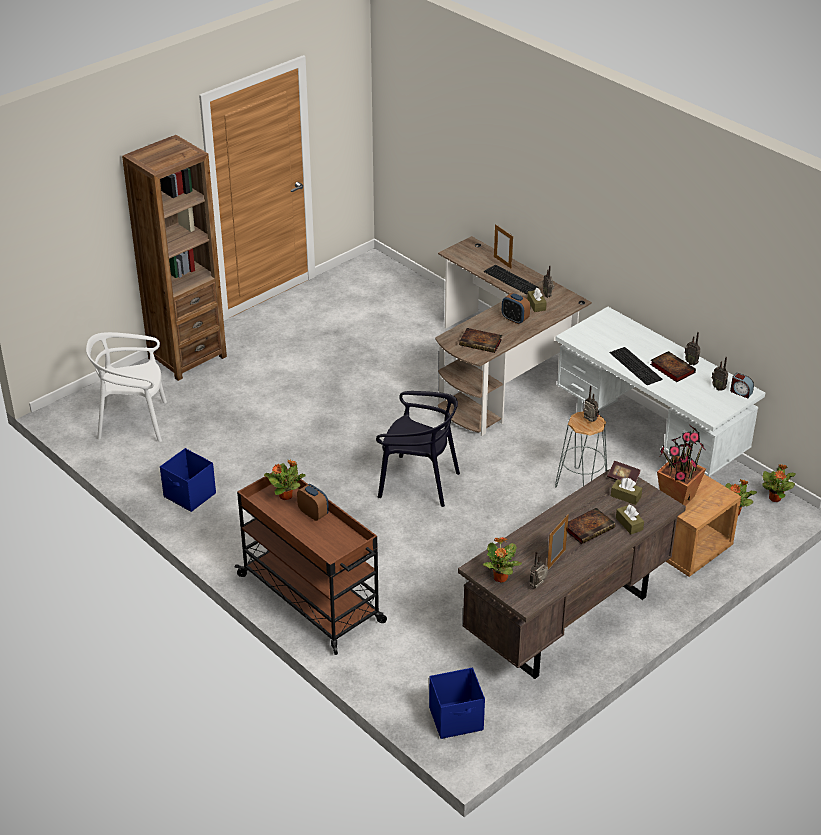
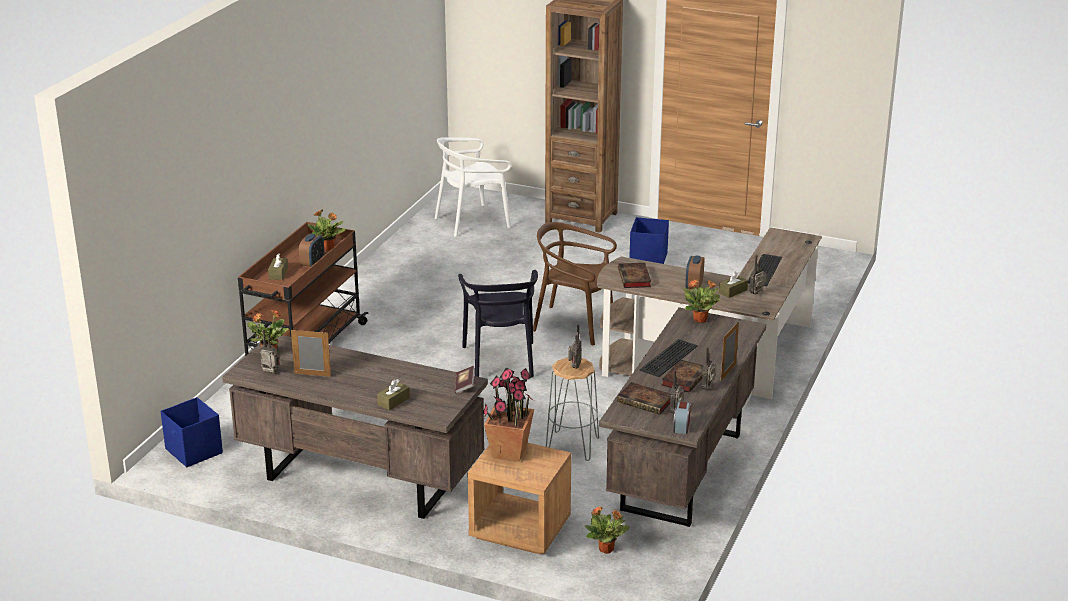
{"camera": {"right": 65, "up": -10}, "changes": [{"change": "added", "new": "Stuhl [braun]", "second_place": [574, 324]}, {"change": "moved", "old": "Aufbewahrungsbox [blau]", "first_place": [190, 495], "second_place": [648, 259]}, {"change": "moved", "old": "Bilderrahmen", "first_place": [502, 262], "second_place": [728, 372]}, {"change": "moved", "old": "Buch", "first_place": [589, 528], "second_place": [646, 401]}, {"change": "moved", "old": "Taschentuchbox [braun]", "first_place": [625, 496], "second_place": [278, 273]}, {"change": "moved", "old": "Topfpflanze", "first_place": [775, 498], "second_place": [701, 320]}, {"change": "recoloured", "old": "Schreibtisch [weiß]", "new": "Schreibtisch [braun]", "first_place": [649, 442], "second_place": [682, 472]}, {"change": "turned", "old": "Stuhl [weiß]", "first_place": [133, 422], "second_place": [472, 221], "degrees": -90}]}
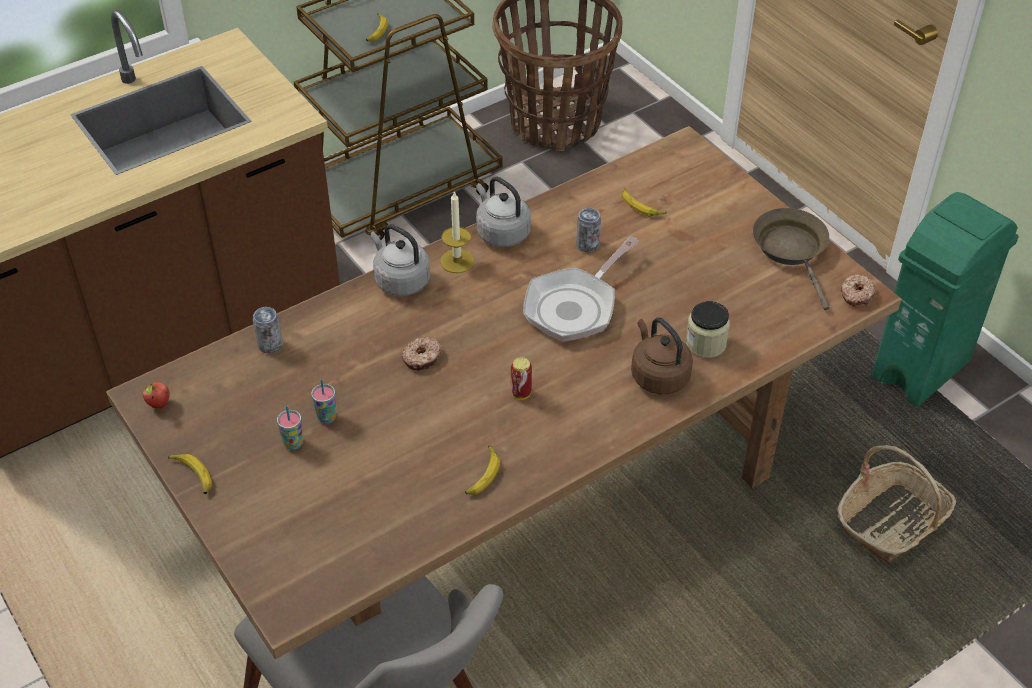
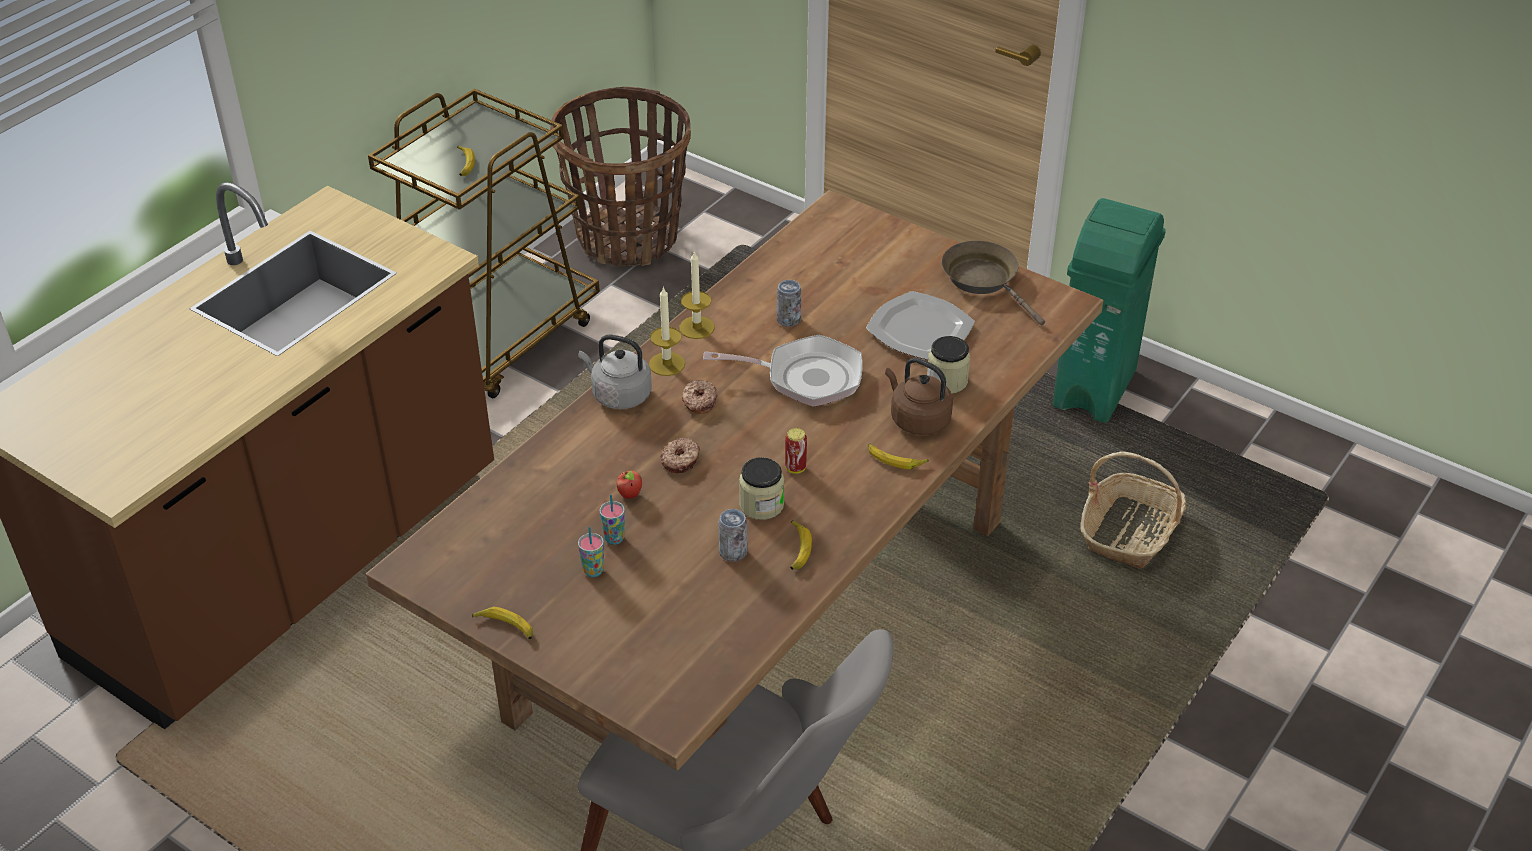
{"camera": {"right": -20, "up": -5}, "changes": [{"change": "added", "new": "Vorratsglas", "second_place": [761, 505]}, {"change": "added", "new": "Teller", "second_place": [919, 328]}, {"change": "moved", "old": "Apfel", "first_place": [159, 405], "second_place": [630, 495]}, {"change": "moved", "old": "Dose", "first_place": [270, 345], "second_place": [733, 552]}, {"change": "moved", "old": "Banane", "first_place": [641, 206], "second_place": [895, 460]}, {"change": "moved", "old": "Donut", "first_place": [856, 295], "second_place": [699, 402]}, {"change": "replaced", "old": "Wasserkessel [grau]", "new": "Kerze", "first_place": [501, 232], "second_place": [697, 327]}, {"change": "turned", "old": "Pfanne", "first_place": [575, 306], "second_place": [805, 378], "degrees": -105}]}
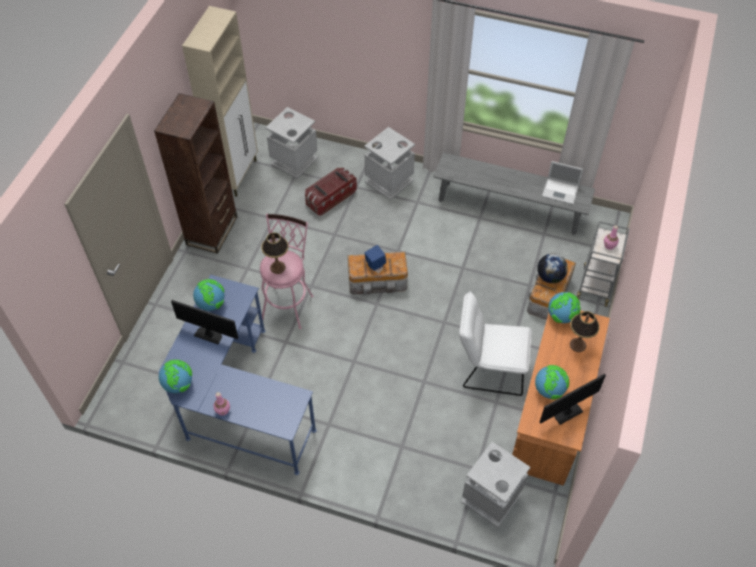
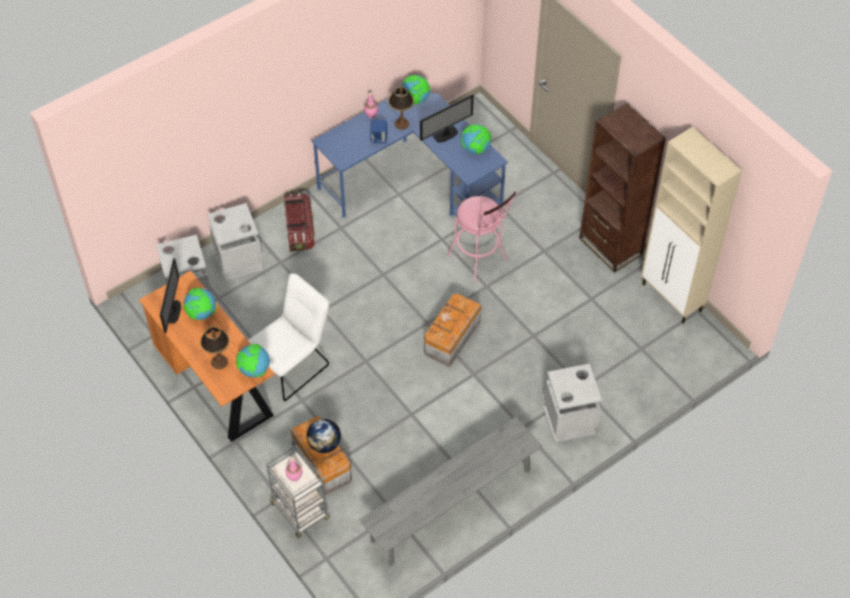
{"camera": {"right": 125, "up": 0}, "changes": [{"change": "removed", "old": "Laptop", "first_place": [561, 191]}, {"change": "moved", "old": "Tischlampe", "first_place": [278, 267], "second_place": [401, 124]}, {"change": "moved", "old": "Mülleimer [grau]", "first_place": [294, 161], "second_place": [238, 260]}, {"change": "moved", "old": "Aufbewahrungsbox", "first_place": [330, 198], "second_place": [299, 230]}, {"change": "moved", "old": "Lautsprecher [blau]", "first_place": [375, 264], "second_place": [379, 138]}]}
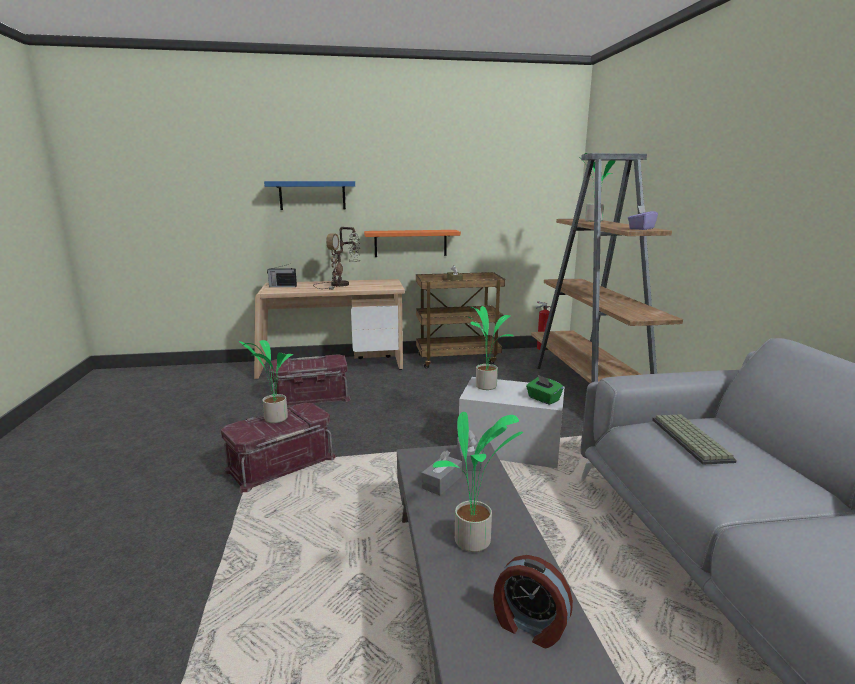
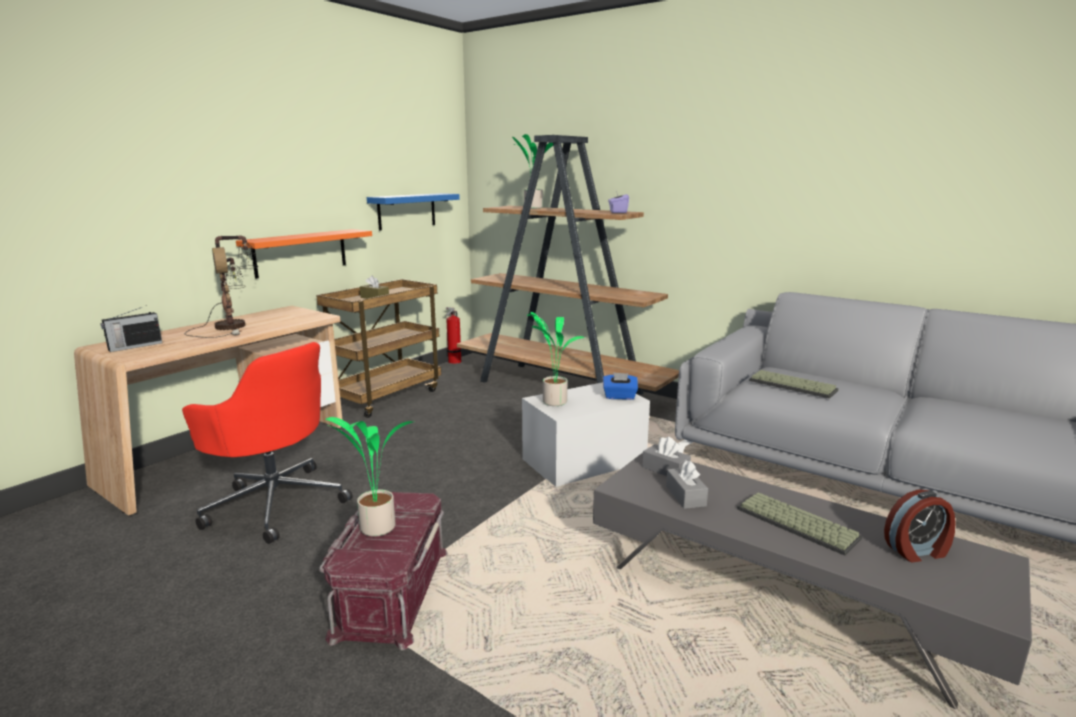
{"camera": {"right": -45, "up": 0}, "changes": [{"change": "moved", "old": "Wandregal [blau]", "first_place": [312, 195], "second_place": [406, 211]}, {"change": "replaced", "old": "Aufbewahrungsbox [rot]", "new": "Bürostuhl [rot]", "first_place": [310, 397], "second_place": [275, 503]}, {"change": "replaced", "old": "Topfpflanze", "new": "Tastatur", "first_place": [474, 542], "second_place": [794, 524]}, {"change": "recoloured", "old": "Taschentuchbox [grün]", "new": "Taschentuchbox [blau]", "first_place": [543, 399], "second_place": [619, 397]}]}
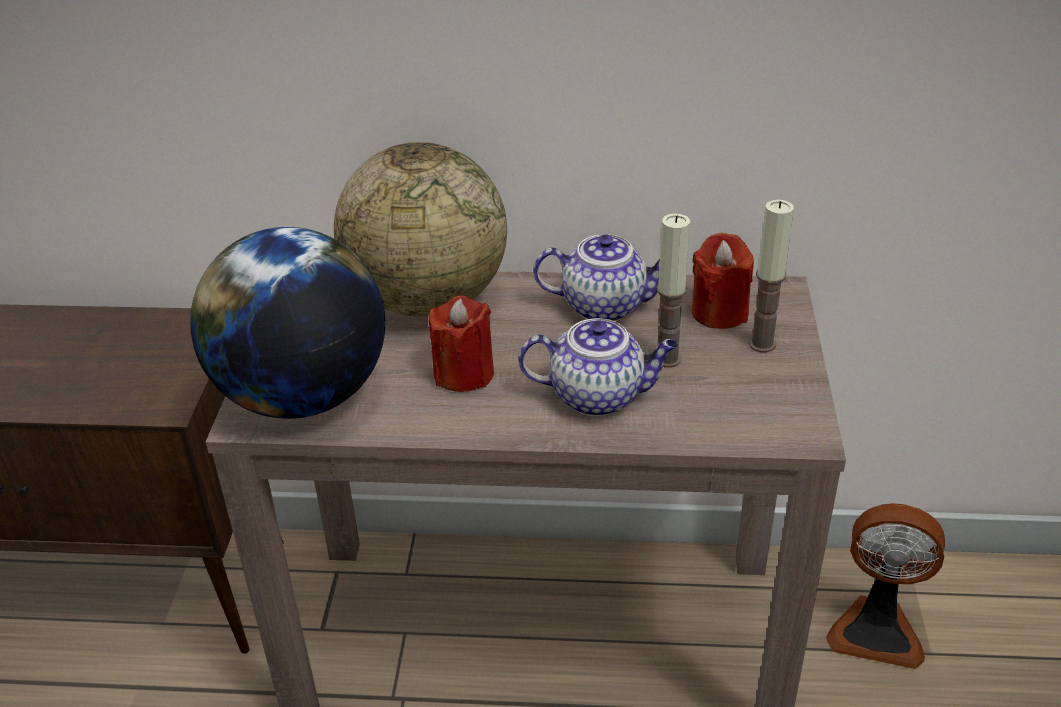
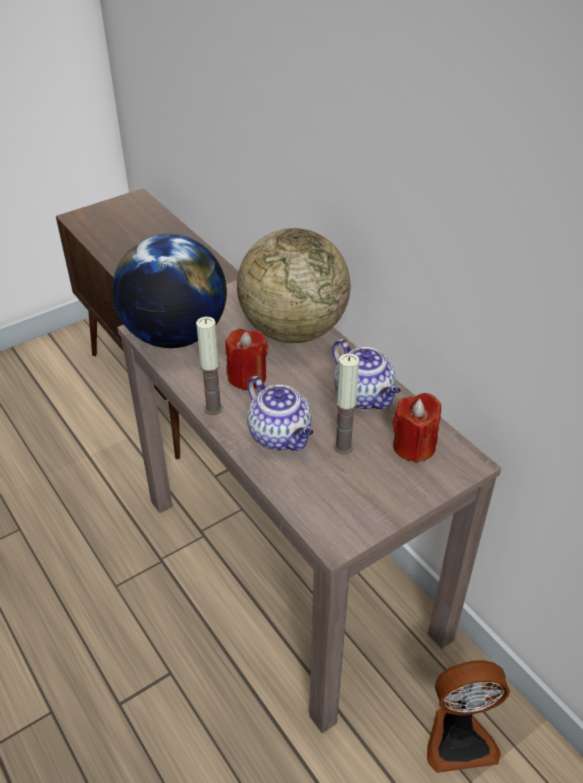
{"camera": {"right": 50, "up": 5}, "changes": [{"change": "moved", "old": "Kerze", "first_place": [762, 344], "second_place": [213, 408]}, {"change": "turned", "old": "Ventilator", "first_place": [876, 630], "second_place": [458, 737], "degrees": -75}]}
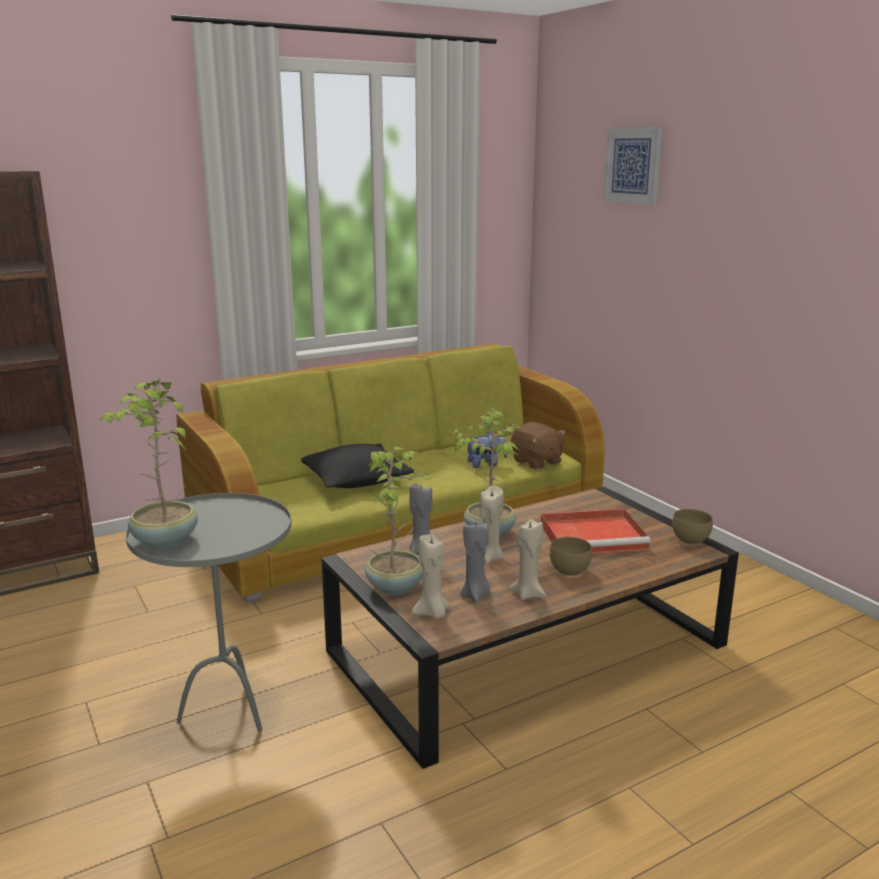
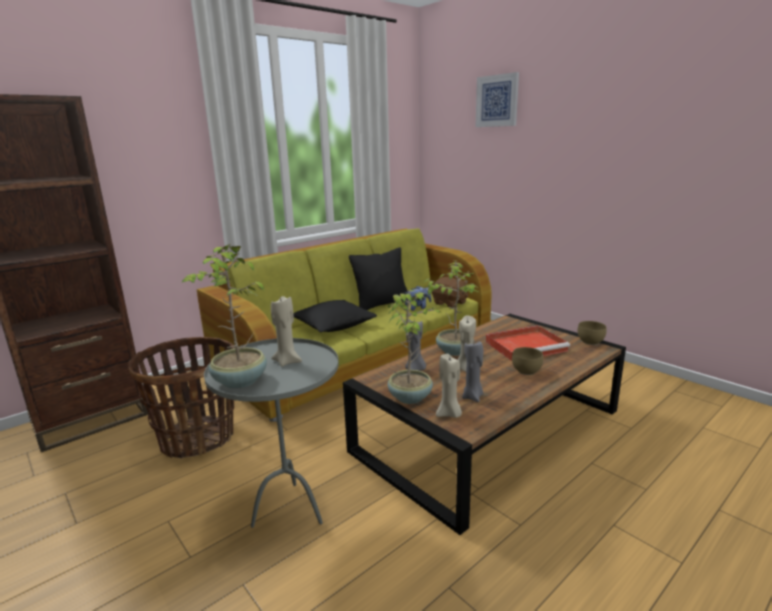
{"camera": {"right": -10, "up": 0}, "changes": [{"change": "added", "new": "Korb", "second_place": [197, 438]}, {"change": "added", "new": "Kissen [schwarz]", "second_place": [381, 304]}, {"change": "moved", "old": "Kerze [beige]", "first_place": [527, 594], "second_place": [287, 361]}]}
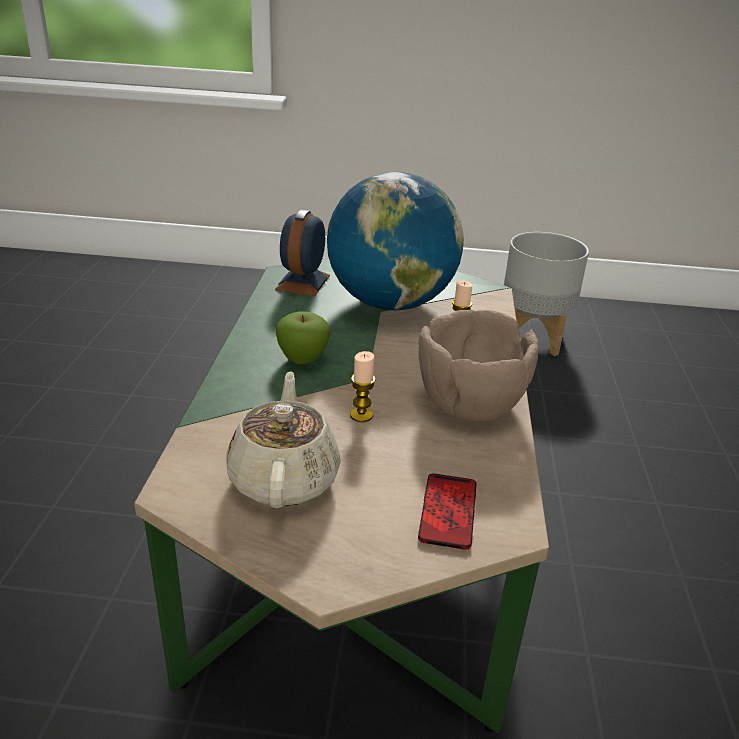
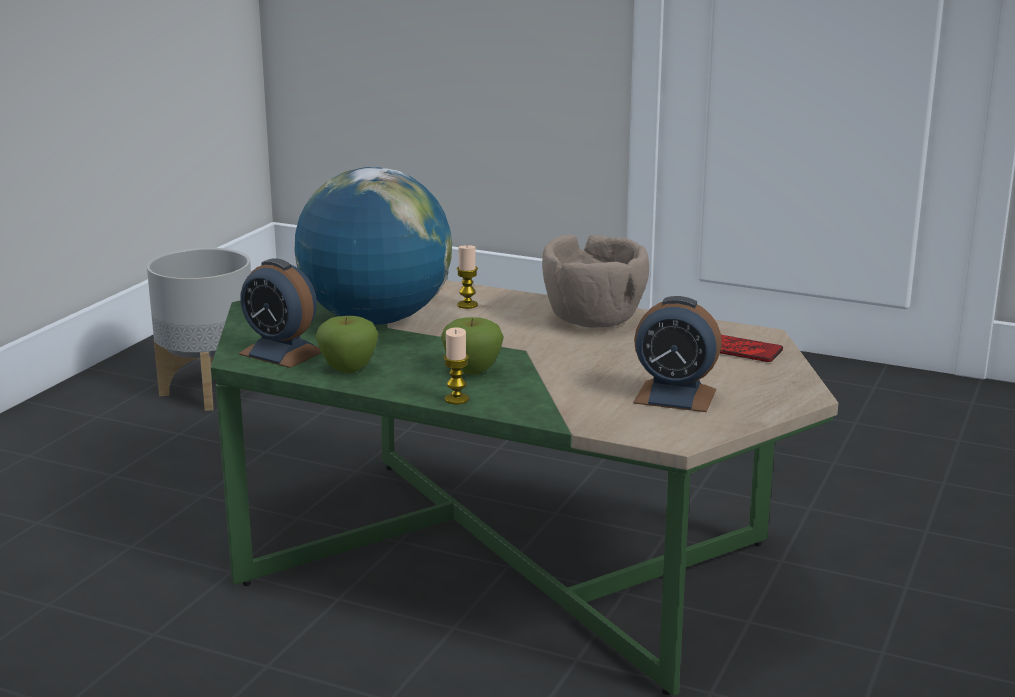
{"camera": {"right": -70, "up": -10}, "changes": [{"change": "added", "new": "Apfel", "second_place": [348, 369]}, {"change": "moved", "old": "Kerze", "first_place": [361, 415], "second_place": [456, 399]}, {"change": "replaced", "old": "Teekanne [beige]", "new": "Wecker", "first_place": [284, 478], "second_place": [675, 396]}]}
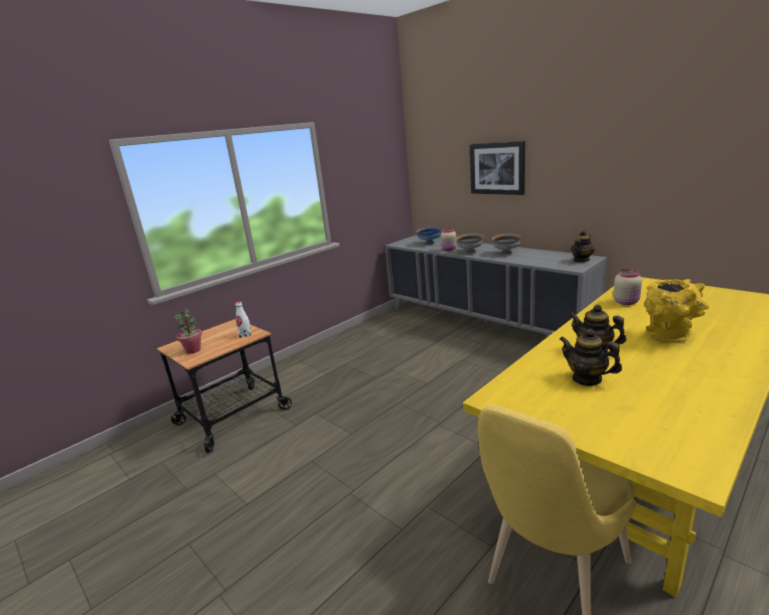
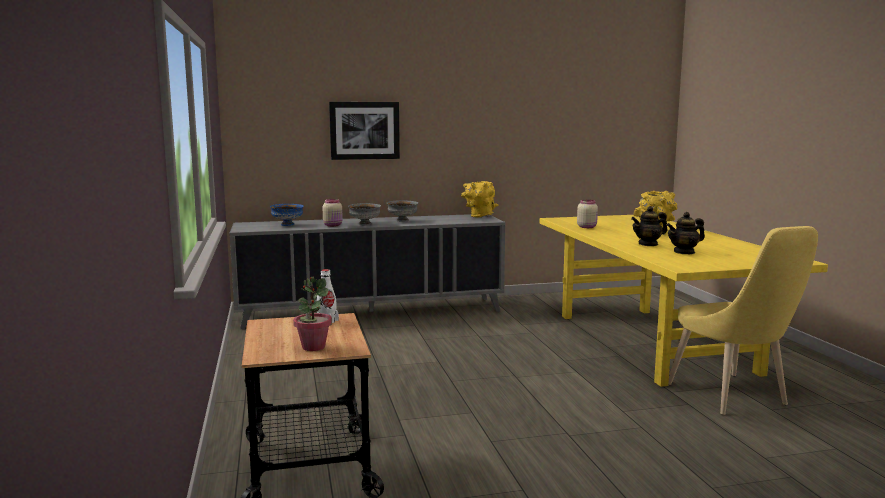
{"camera": {"right": -60, "up": -10}, "changes": [{"change": "replaced", "old": "Teekanne", "new": "Vase [gelb]", "first_place": [581, 260], "second_place": [478, 217]}]}
